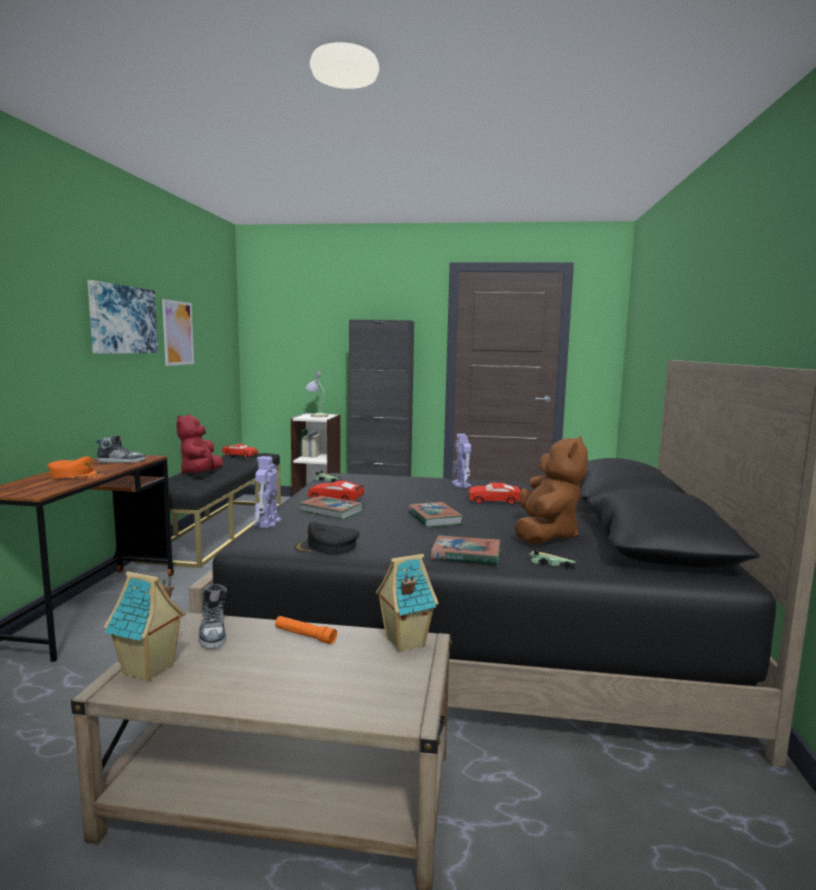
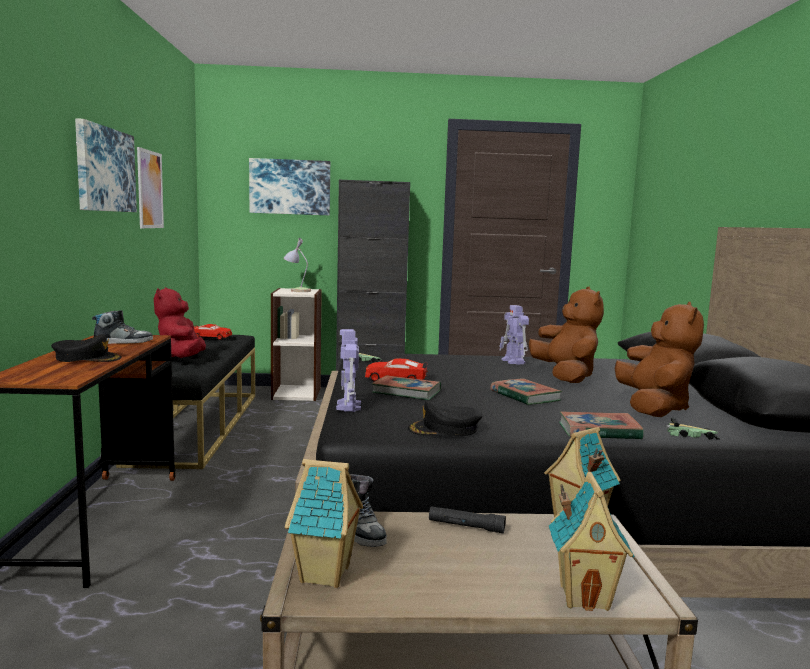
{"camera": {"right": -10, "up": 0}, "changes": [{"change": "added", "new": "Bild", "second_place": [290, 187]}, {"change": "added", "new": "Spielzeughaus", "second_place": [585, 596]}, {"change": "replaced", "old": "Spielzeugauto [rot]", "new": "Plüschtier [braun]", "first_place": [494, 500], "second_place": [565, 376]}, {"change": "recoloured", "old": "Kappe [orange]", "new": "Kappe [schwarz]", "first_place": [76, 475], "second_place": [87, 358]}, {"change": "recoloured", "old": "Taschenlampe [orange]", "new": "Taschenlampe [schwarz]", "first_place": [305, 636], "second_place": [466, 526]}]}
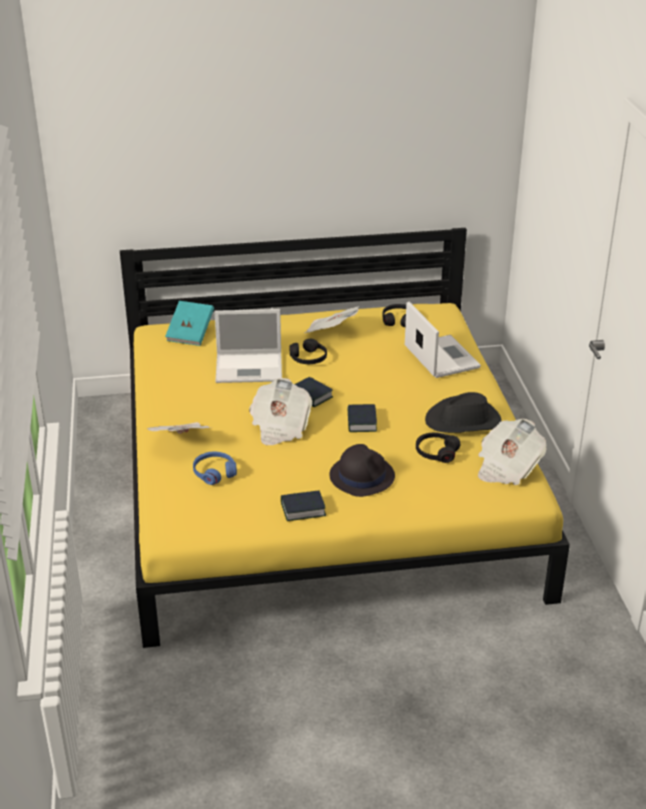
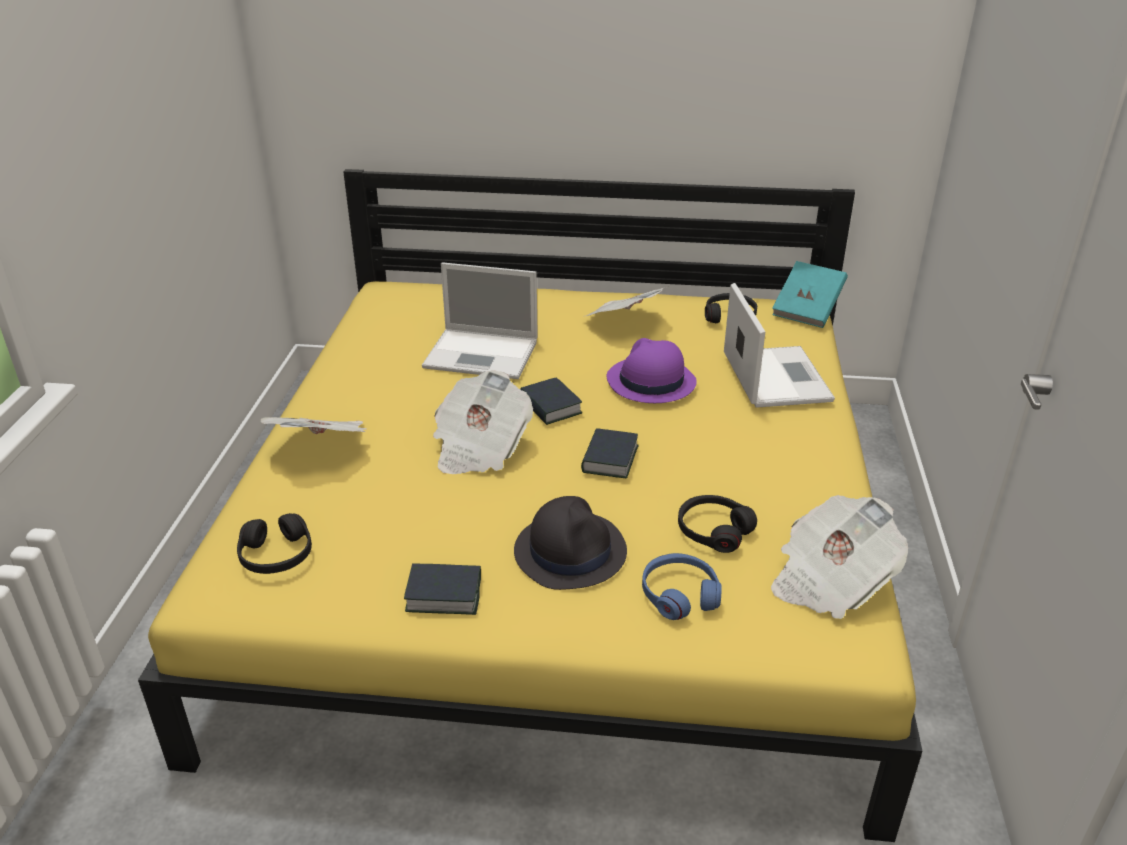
{"camera": {"right": 15, "up": 0}, "changes": [{"change": "removed", "old": "Hut [schwarz]", "first_place": [463, 421]}, {"change": "added", "new": "Hut [lila]", "second_place": [650, 381]}, {"change": "moved", "old": "Buch [türkis]", "first_place": [190, 334], "second_place": [807, 310]}, {"change": "moved", "old": "Kopfhörer [blau]", "first_place": [214, 472], "second_place": [679, 594]}, {"change": "moved", "old": "Kopfhörer [schwarz]", "first_place": [308, 358], "second_place": [276, 555]}]}
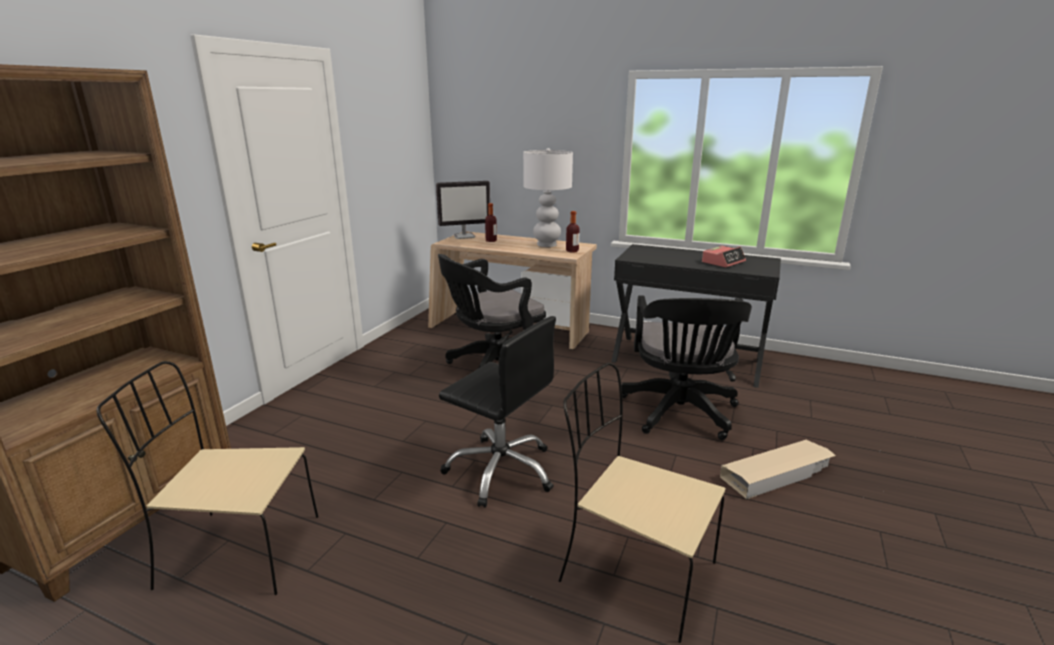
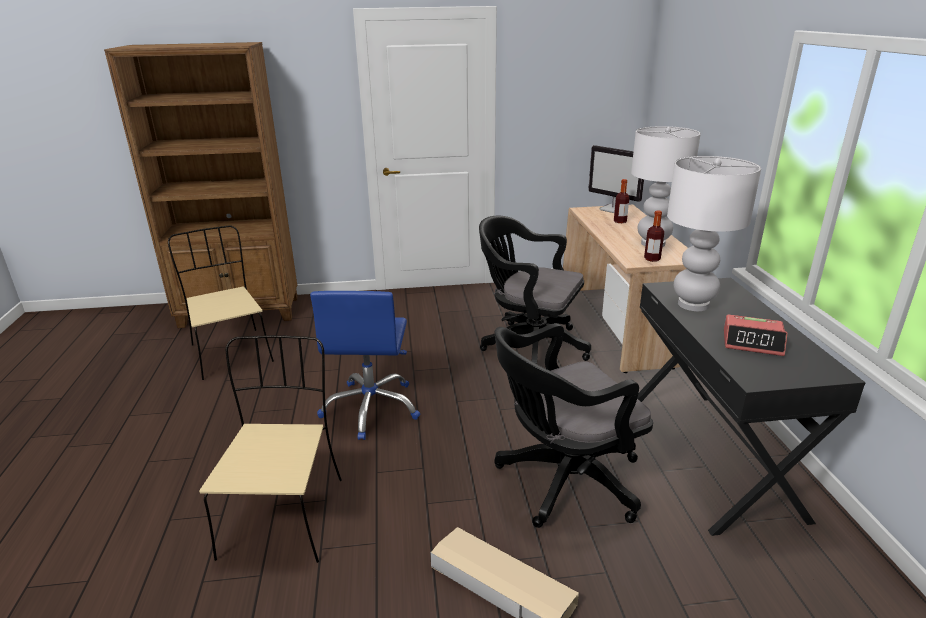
{"camera": {"right": 60, "up": 5}, "changes": [{"change": "added", "new": "Tischlampe [weiß]", "second_place": [692, 304]}, {"change": "recoloured", "old": "Bürostuhl [schwarz]", "new": "Bürostuhl [blau]", "first_place": [501, 470], "second_place": [371, 408]}]}
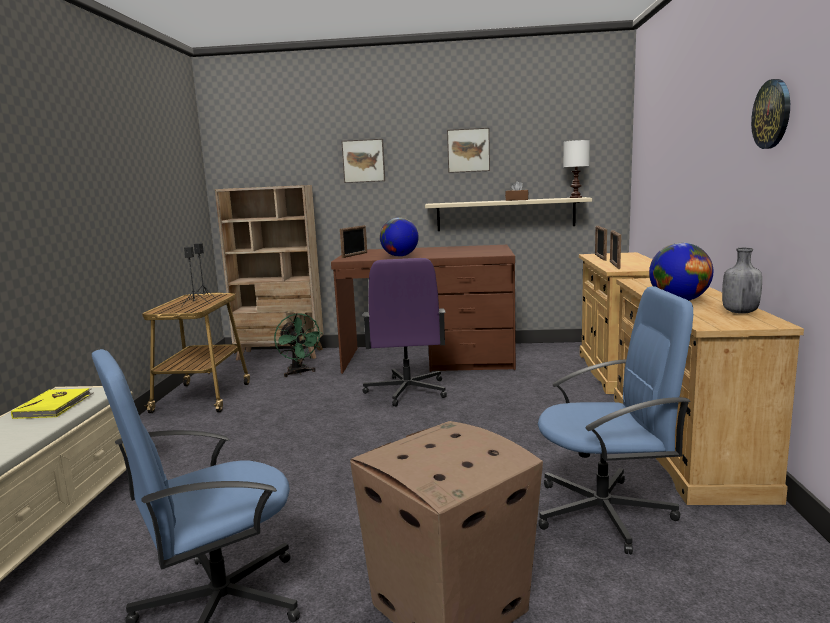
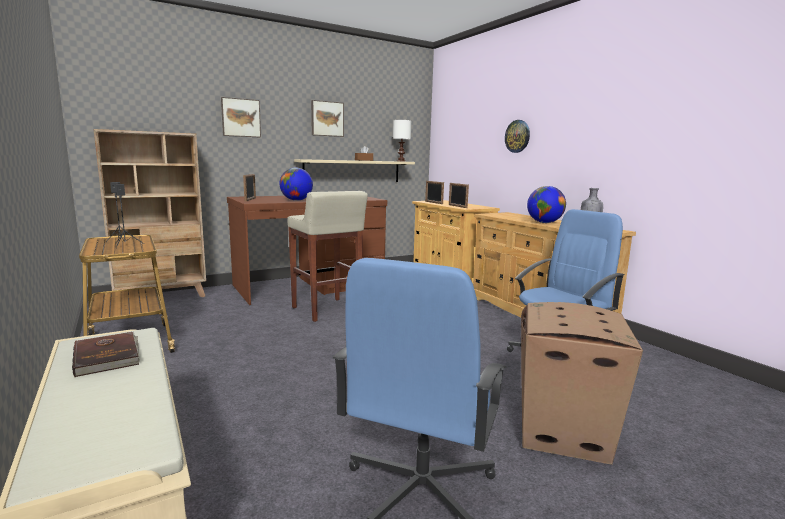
{"camera": {"right": -35, "up": 0}, "changes": [{"change": "removed", "old": "Ventilator [grün]", "first_place": [299, 373]}, {"change": "moved", "old": "Wanduhr", "first_place": [772, 114], "second_place": [517, 136]}, {"change": "replaced", "old": "Bürostuhl [lila]", "new": "Hocker [beige]", "first_place": [406, 391], "second_place": [327, 310]}, {"change": "recoloured", "old": "Buch [gelb]", "new": "Buch [braun]", "first_place": [54, 406], "second_place": [108, 356]}]}
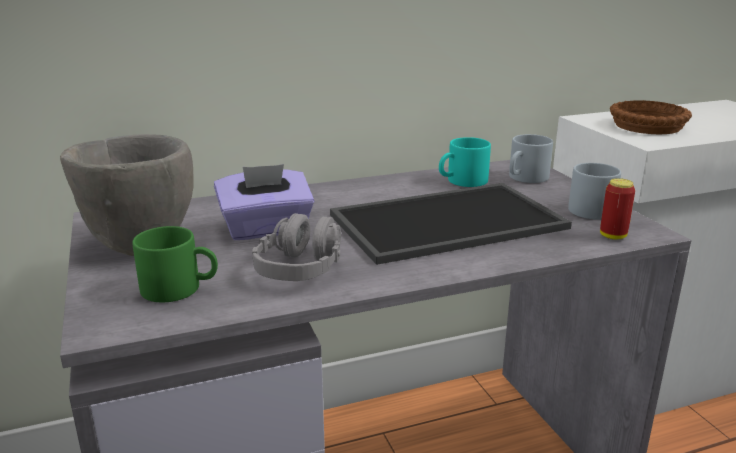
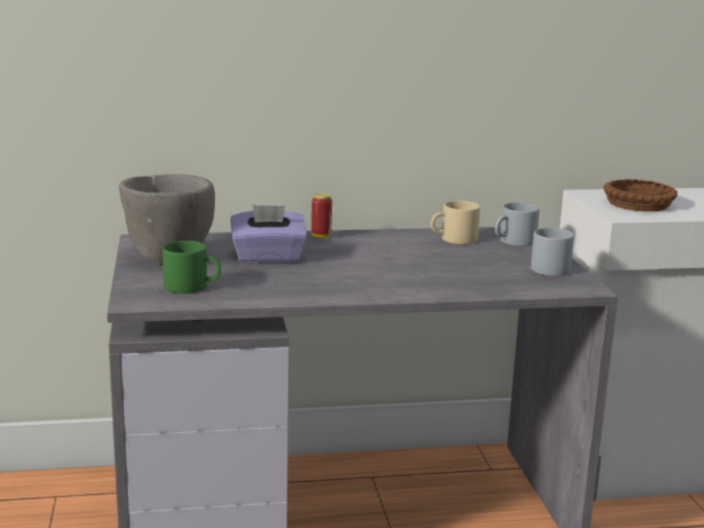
{"camera": {"right": 10, "up": -5}, "changes": [{"change": "removed", "old": "Kopfhörer [grau]", "first_place": [300, 267]}, {"change": "removed", "old": "Tablett", "first_place": [447, 220]}, {"change": "moved", "old": "Dose", "first_place": [613, 236], "second_place": [321, 236]}, {"change": "recoloured", "old": "Henkelbecher [türkis]", "new": "Henkelbecher [beige]", "first_place": [462, 181], "second_place": [453, 239]}]}
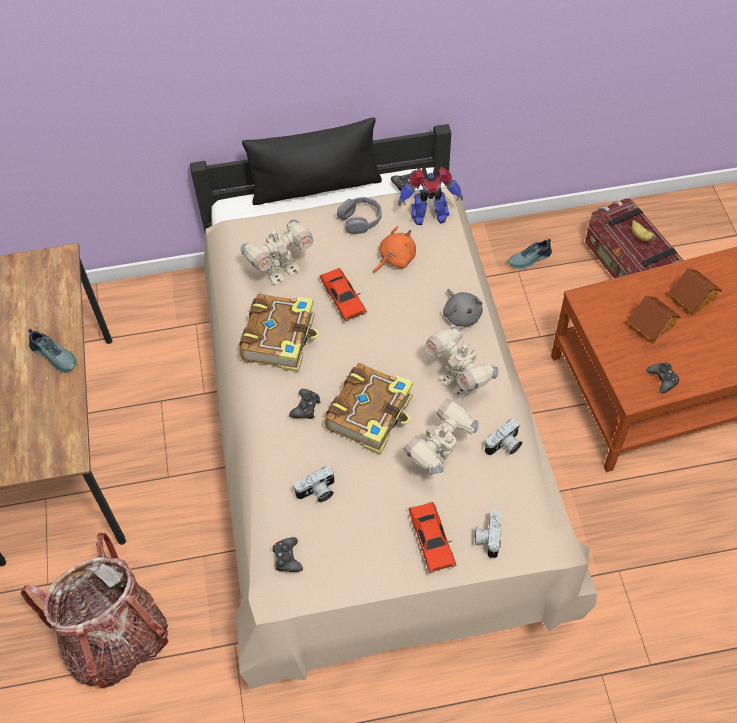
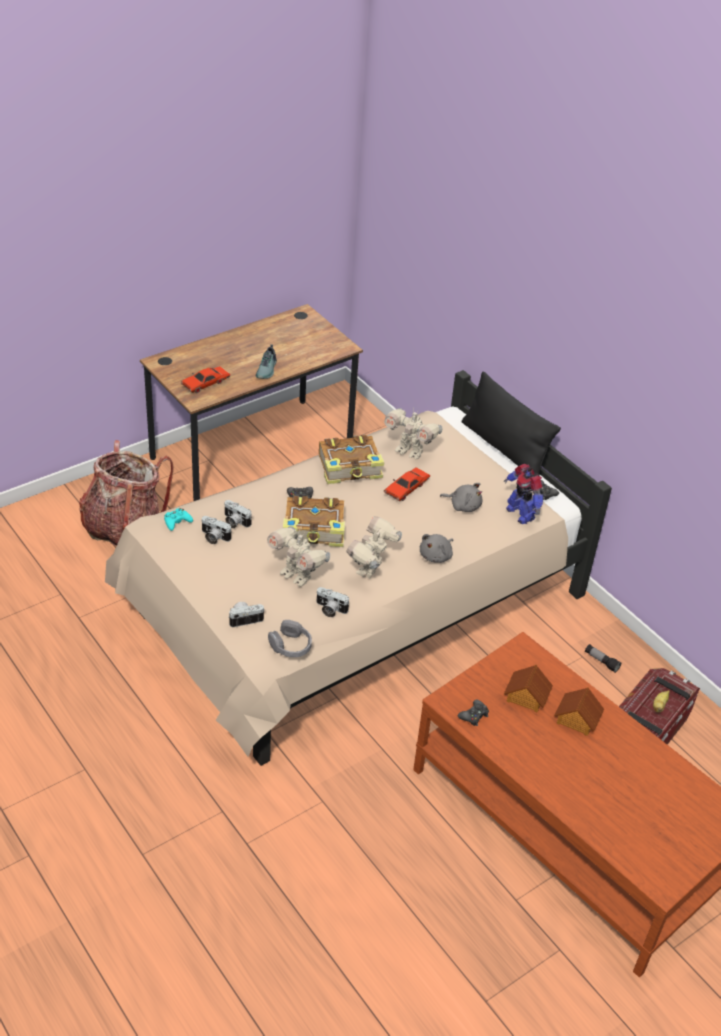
{"camera": {"right": 60, "up": -15}, "changes": [{"change": "added", "new": "Kamera", "second_place": [214, 537]}, {"change": "moved", "old": "Kopfhörer [grau]", "first_place": [360, 220], "second_place": [291, 646]}, {"change": "moved", "old": "Spielzeugauto [rot]", "first_place": [431, 540], "second_place": [205, 383]}, {"change": "replaced", "old": "Schuh", "new": "Taschenlampe", "first_place": [530, 259], "second_place": [601, 661]}, {"change": "recoloured", "old": "Gamepad [schwarz]", "new": "Gamepad [türkis]", "first_place": [287, 558], "second_place": [177, 522]}, {"change": "recoloured", "old": "Plüschtier [orange]", "new": "Plüschtier [grau]", "first_place": [395, 259], "second_place": [463, 506]}, {"change": "turned", "old": "Spielzeugroboter", "first_place": [439, 459], "second_place": [297, 575], "degrees": -150}]}
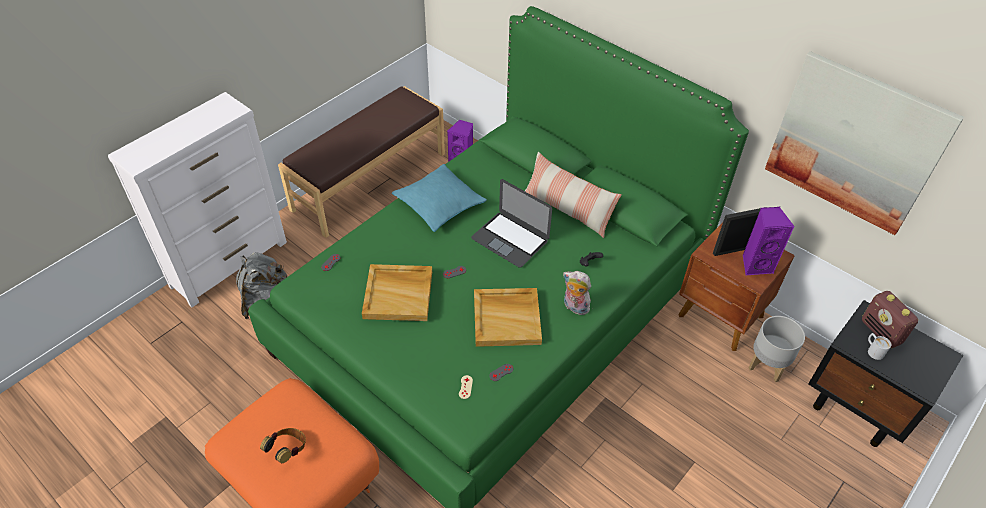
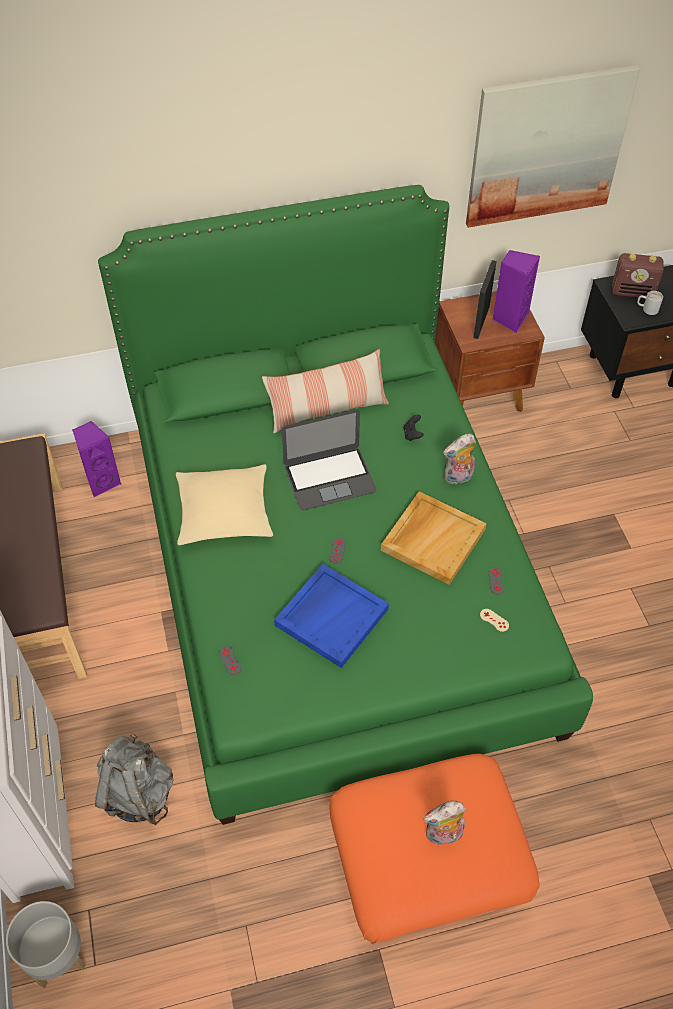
{"camera": {"right": -55, "up": 5}, "changes": [{"change": "moved", "old": "Pflanzkübel [grau]", "first_place": [767, 364], "second_place": [57, 956]}, {"change": "replaced", "old": "Kopfhörer", "new": "Plüschtier", "first_place": [288, 450], "second_place": [443, 835]}, {"change": "recoloured", "old": "Tablett [beige]", "new": "Tablett [blau]", "first_place": [399, 294], "second_place": [331, 616]}, {"change": "recoloured", "old": "Kissen [türkis]", "new": "Kissen [beige]", "first_place": [439, 204], "second_place": [224, 512]}]}
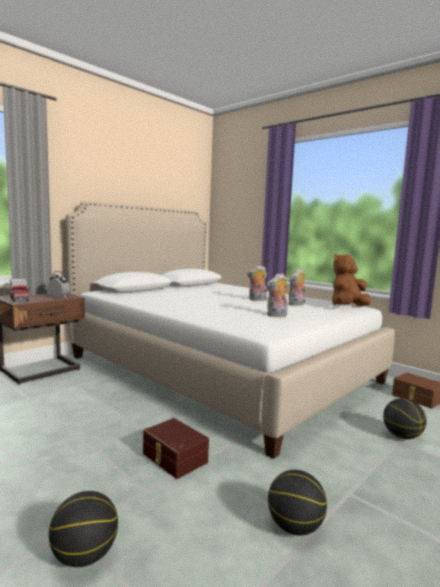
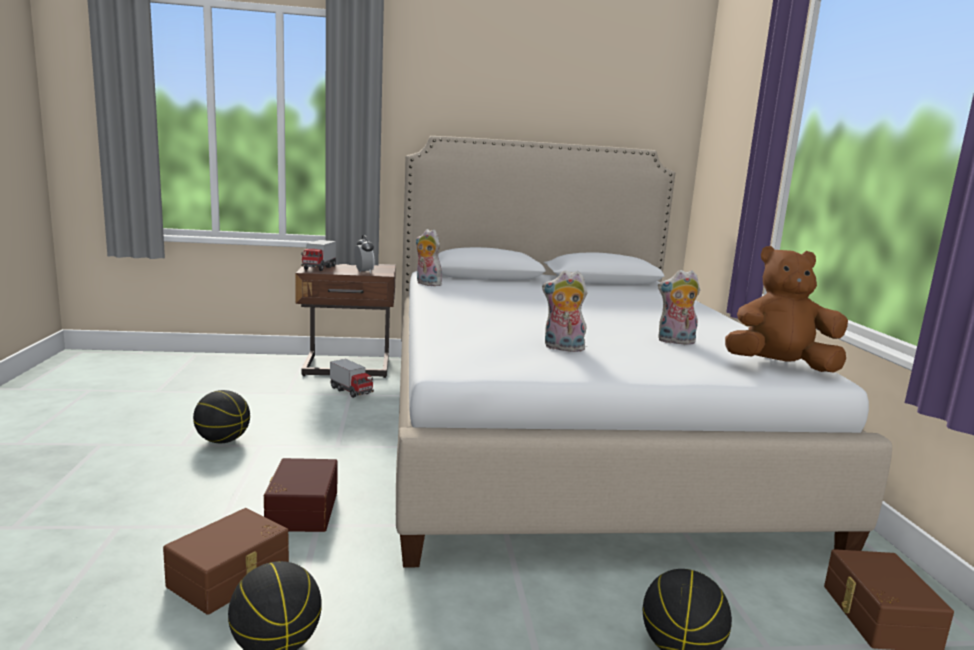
{"camera": {"right": 40, "up": 5}, "changes": [{"change": "added", "new": "Aufbewahrungsbox [braun]", "second_place": [231, 577]}, {"change": "added", "new": "Spielzeuglaster", "second_place": [351, 391]}, {"change": "moved", "old": "Basketball", "first_place": [84, 555], "second_place": [223, 440]}, {"change": "moved", "old": "Plüschtier", "first_place": [257, 300], "second_place": [426, 284]}]}
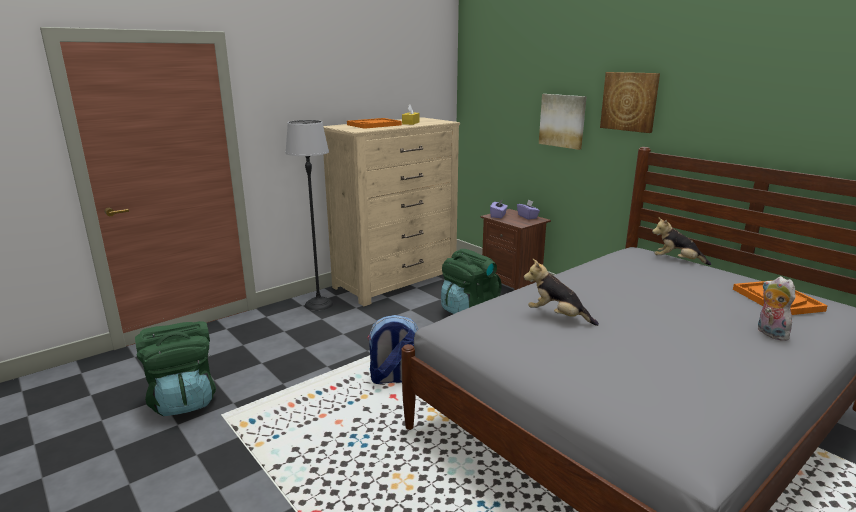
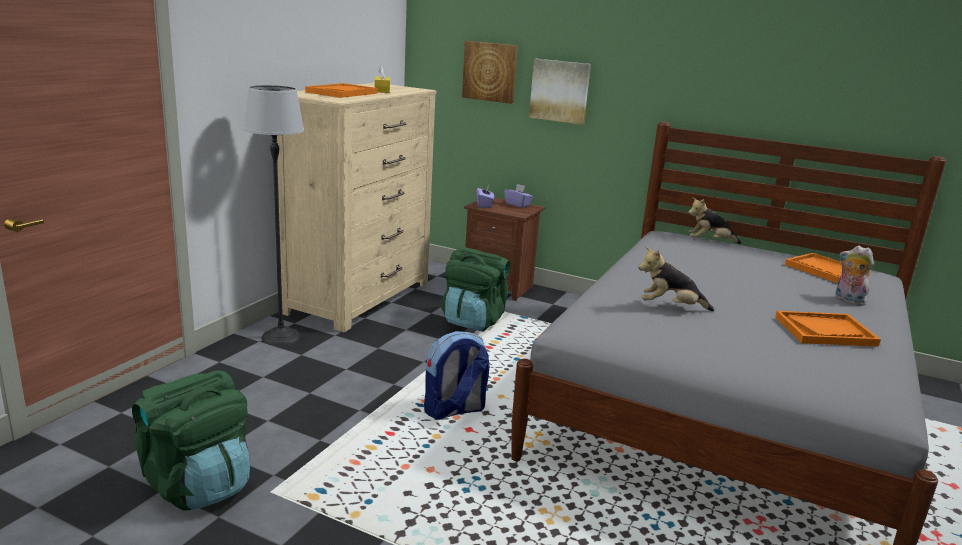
{"camera": {"right": -25, "up": 0}, "changes": [{"change": "added", "new": "Tablett [orange]", "second_place": [825, 331]}, {"change": "moved", "old": "Bild", "first_place": [629, 101], "second_place": [490, 72]}]}
